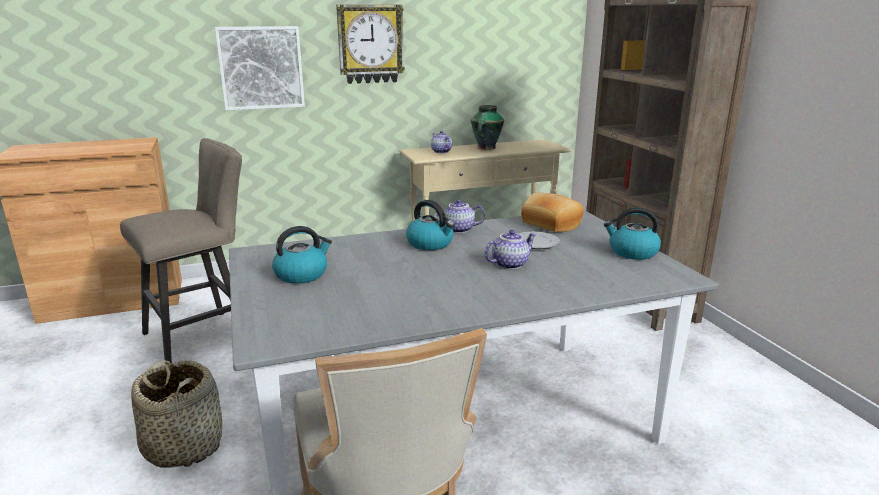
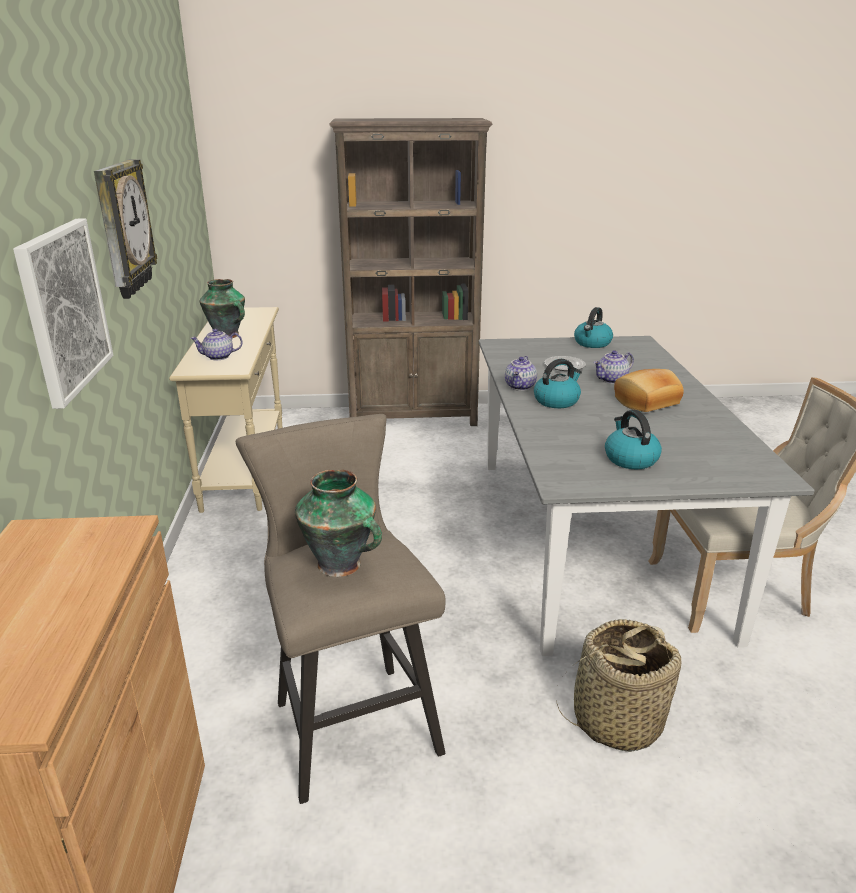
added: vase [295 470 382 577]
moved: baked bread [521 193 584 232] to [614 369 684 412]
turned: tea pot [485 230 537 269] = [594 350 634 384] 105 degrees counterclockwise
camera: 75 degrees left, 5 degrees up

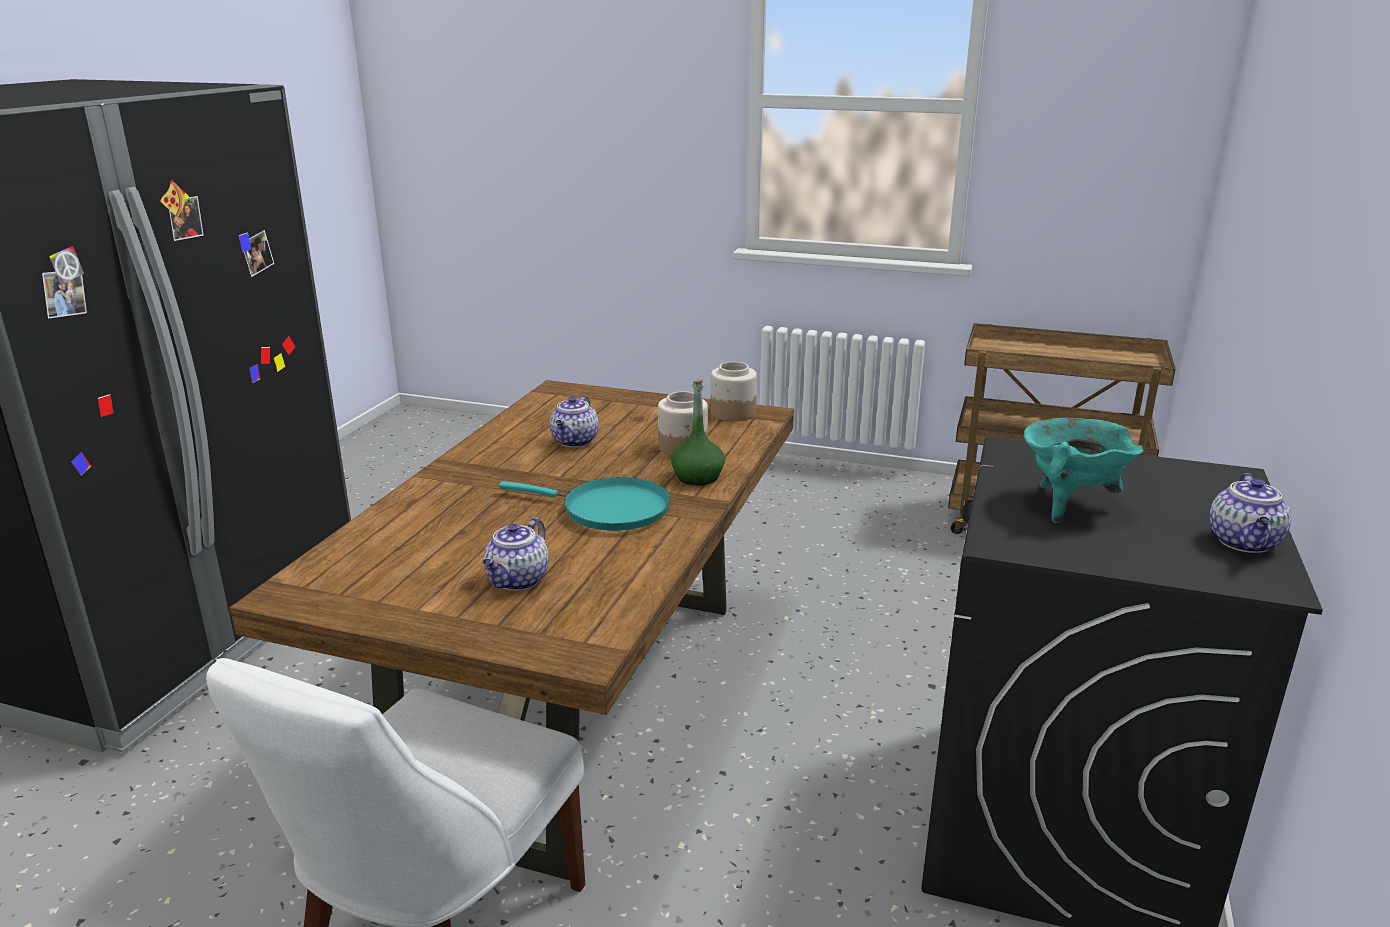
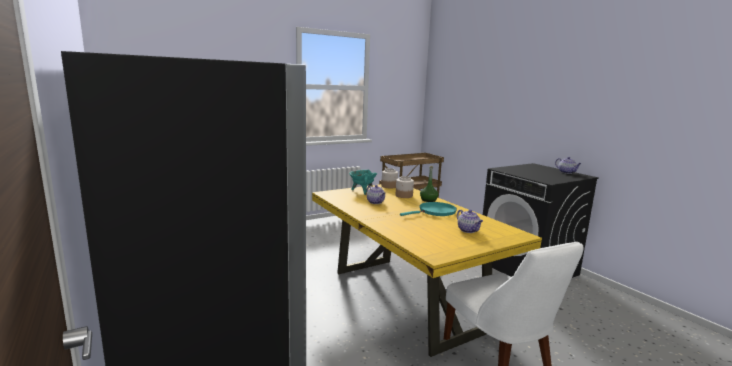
moved: blue-green saucepot [1024 418 1143 523] to [349 170 377 195]
recoloured: brown-coloured kitchen table [229 380 794 880] to yellow-coloured kitchen table [312 184 542 357]
camera: 50 degrees left, 10 degrees down

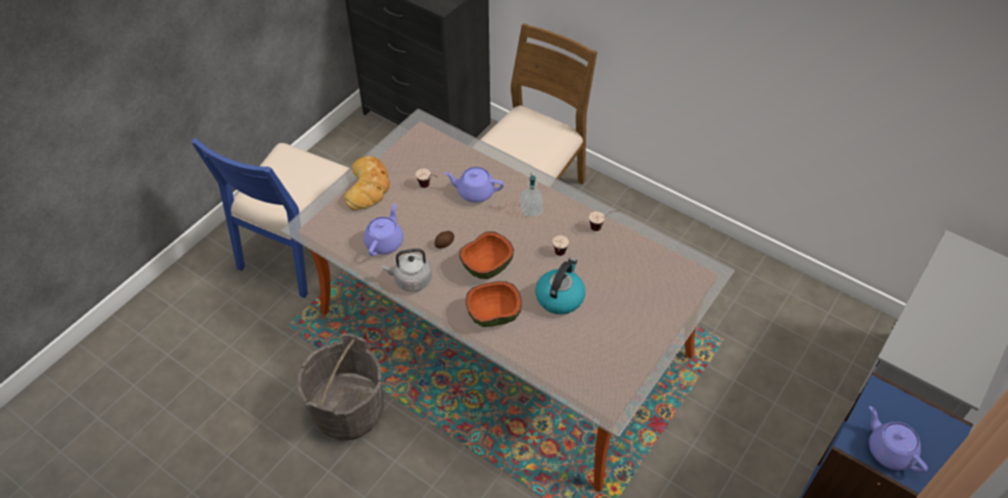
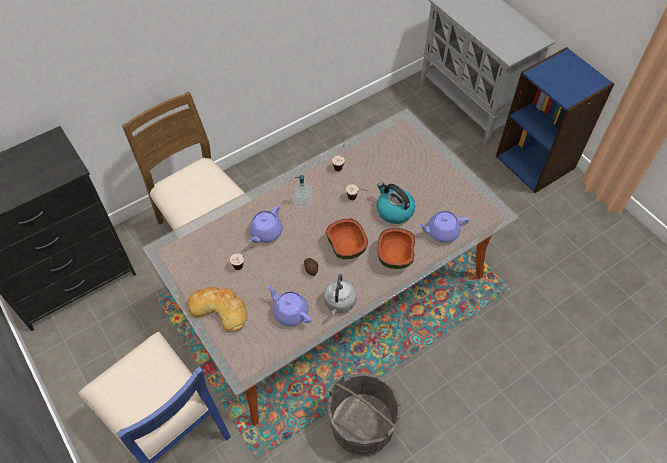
moved: purple tea pot [869 406 928 473] to [418 211 469 243]
camera: 70 degrees left, 5 degrees up

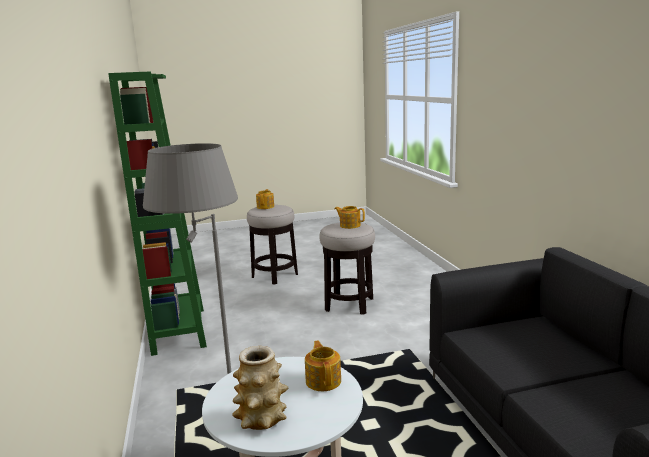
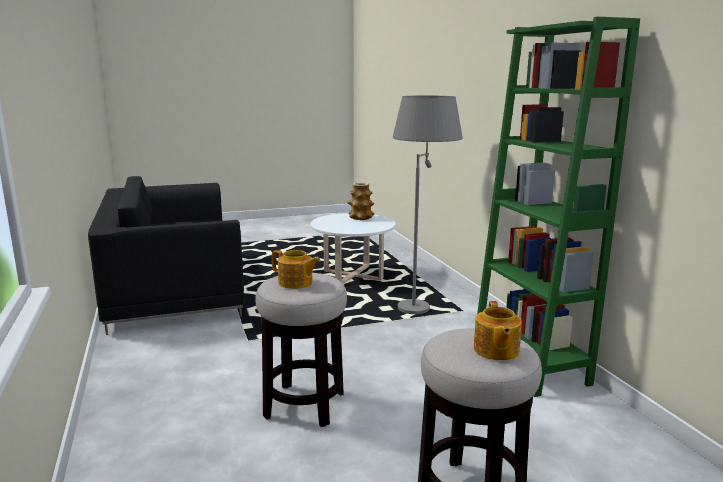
removed: tea pot [305 340 341 391]
camera: 175 degrees right, 0 degrees up

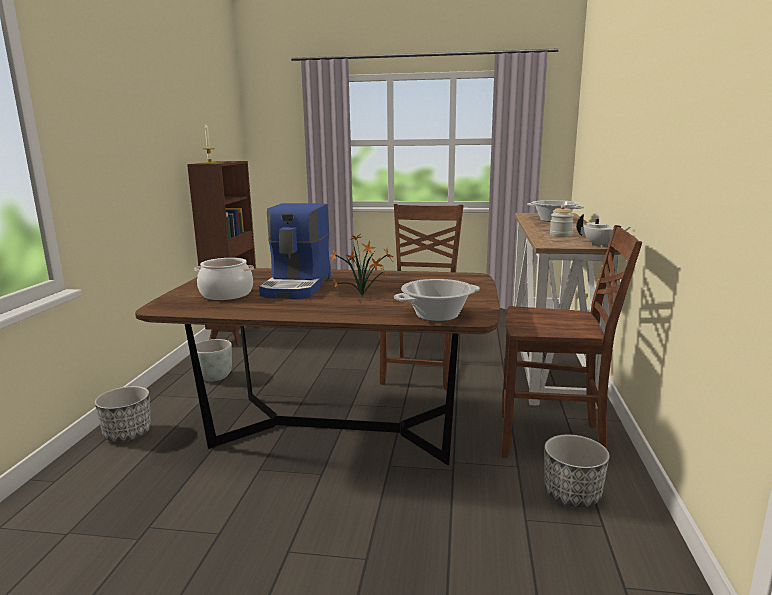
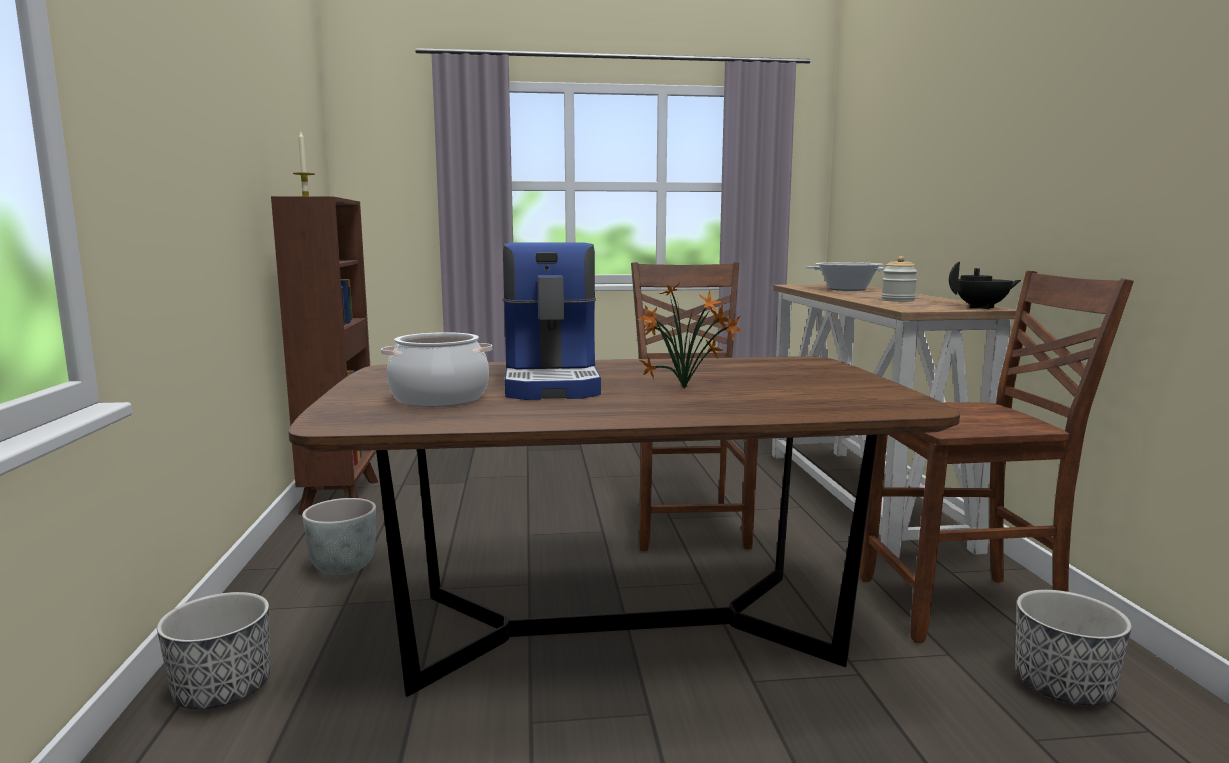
removed: saucepot [394 279 480 321]
recoloured: white tea pot [576 214 631 247] to black tea pot [949 261 1021 309]
camera: 15 degrees left, 5 degrees down

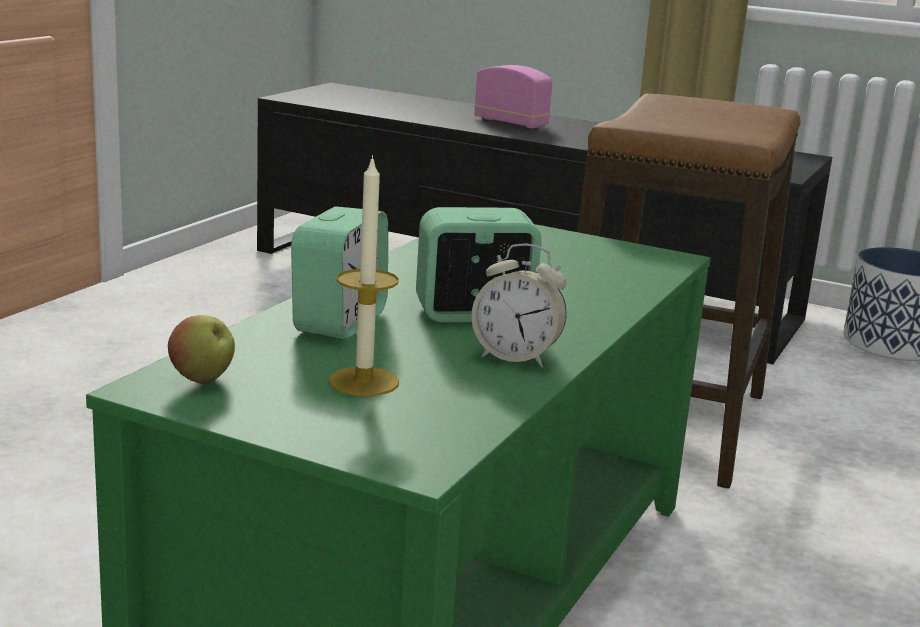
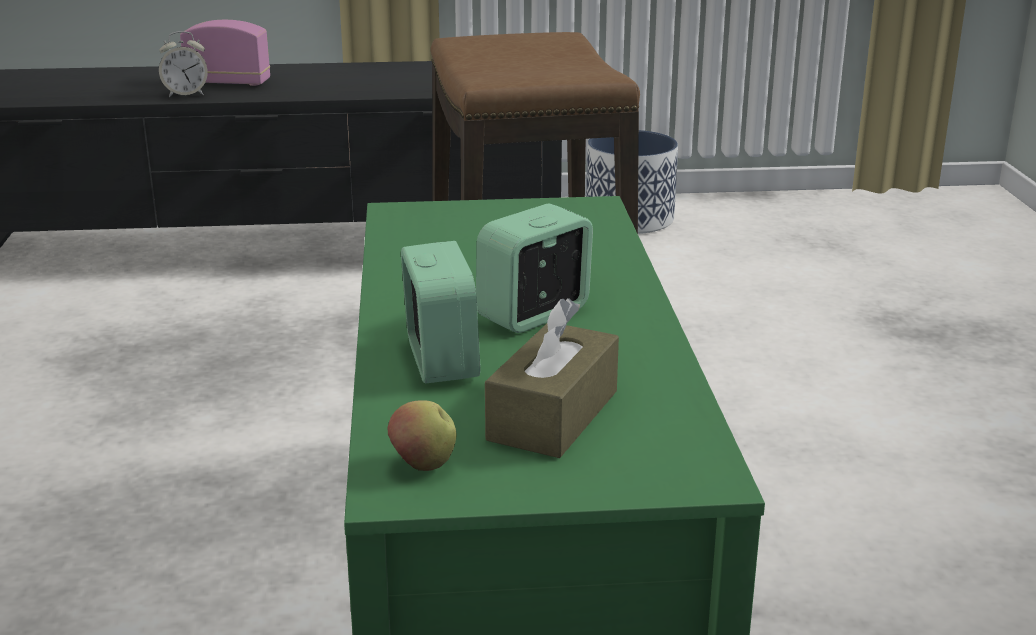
moved: bedside clock [472 243 567 367] to [159 31 208 97]
replaced: candle [328 155 399 396] to brown-coloured tissue box [485 298 619 458]
camera: 30 degrees left, 5 degrees up

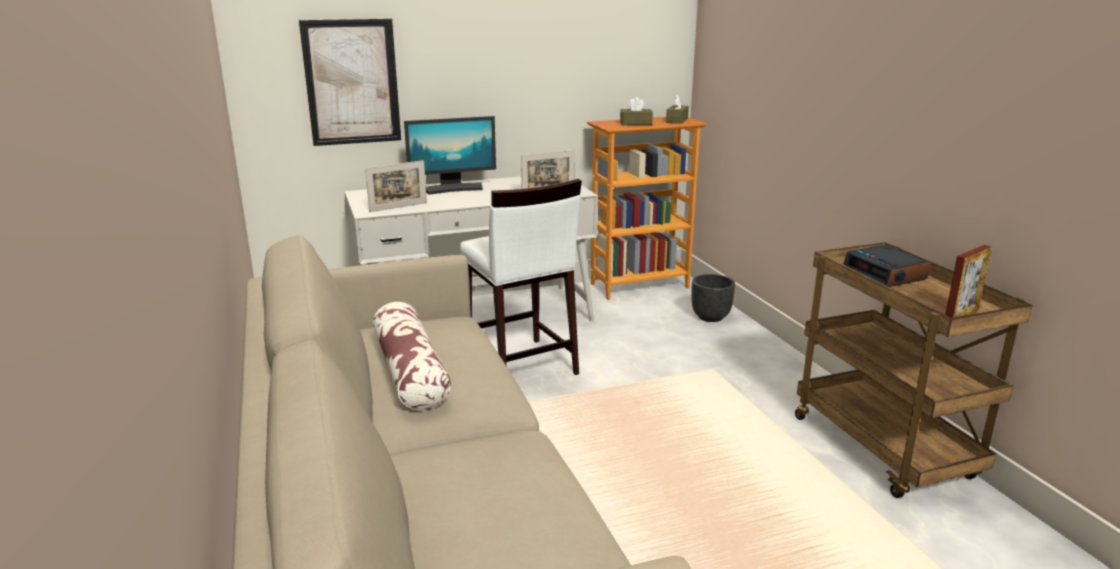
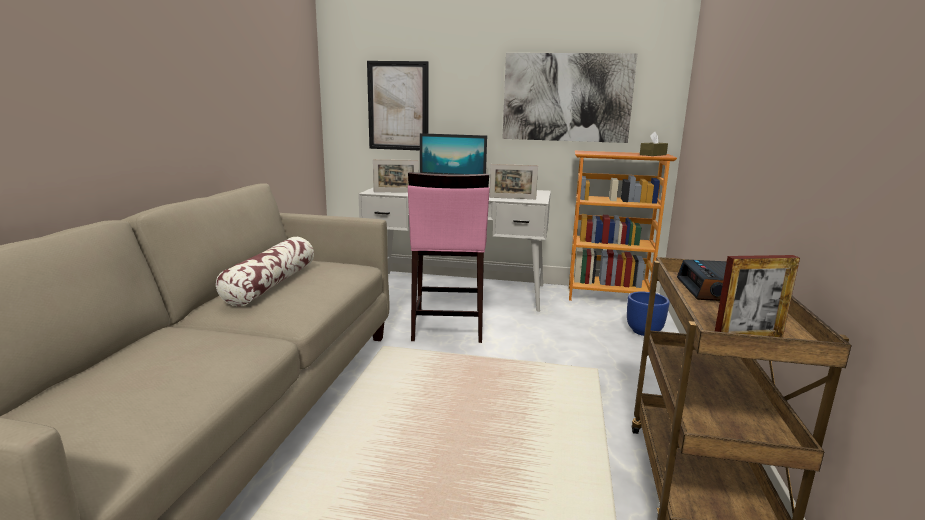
removed: brown-coloured tissue box [620 97 653 125]
added: wall art [502 53 637 143]
recoloured: white sitting stool [460 179 582 375] to pink-coloured sitting stool [408 172 490 343]; black planter [692 274 735 322] to blue-coloured planter [627 292 670 336]
camera: 30 degrees right, 5 degrees down

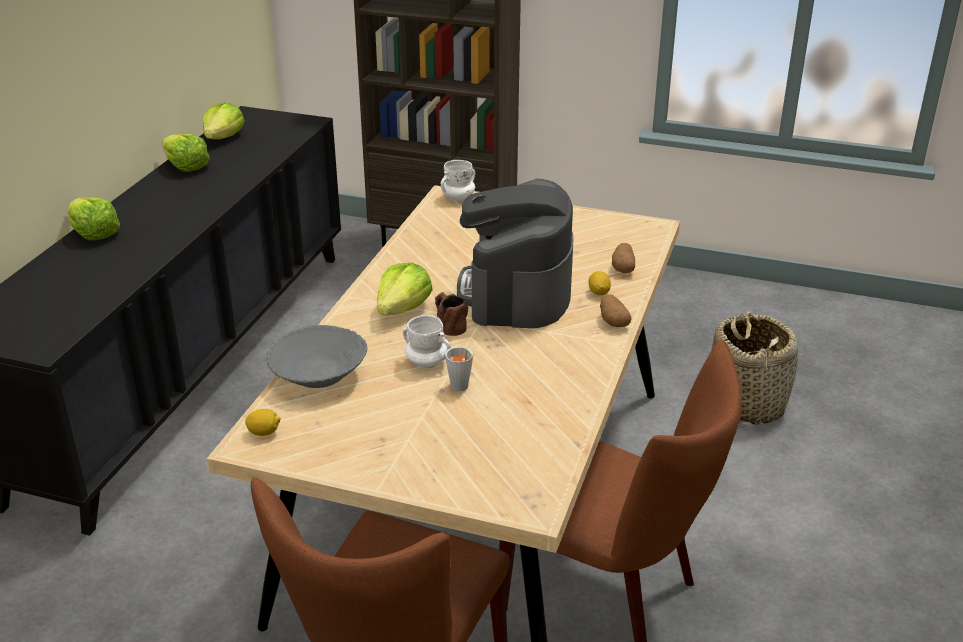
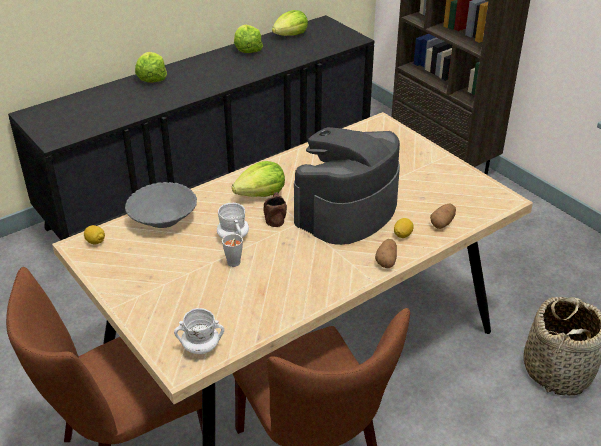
moved: white tea mug [441 160 475 201] to [174 308 224 354]
camera: 35 degrees right, 5 degrees up

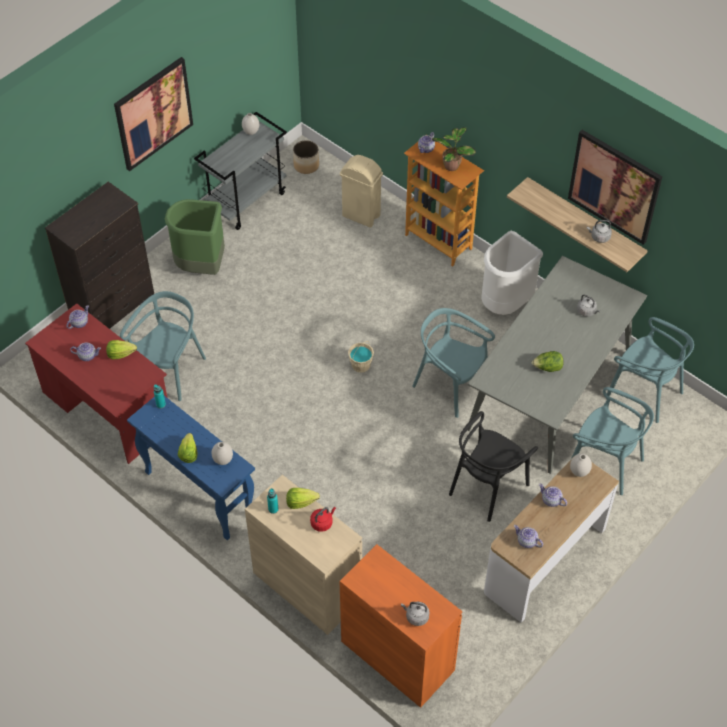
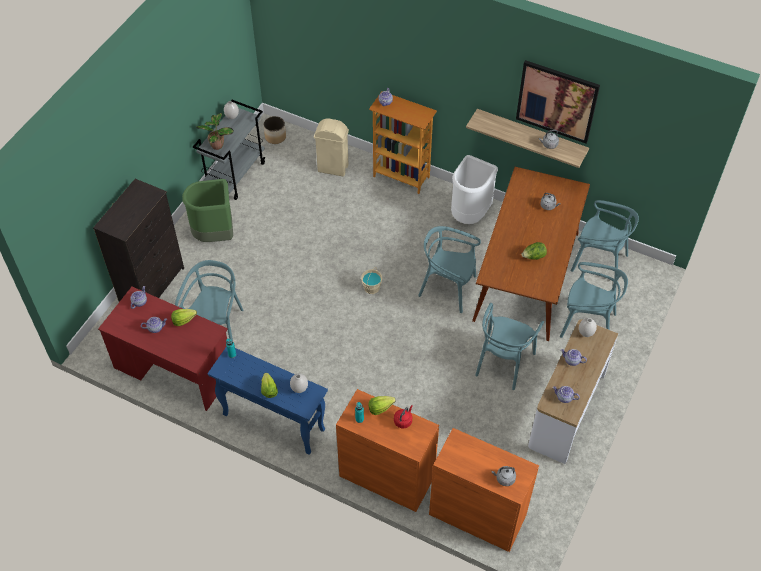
removed: wall art [114 57 193 171]
moved: potted plant [432 127 476 171] to [197 113 234 150]
recoloured: beige-coloured cupboard [245 475 362 635] to orange cupboard [336 389 439 512]; black chair [449 411 538 522] to blue-green chair [475 303 544 390]; grey kitchen table [467 256 647 474] to brown-coloured kitchen table [472 167 590 341]
camera: 15 degrees left, 0 degrees up

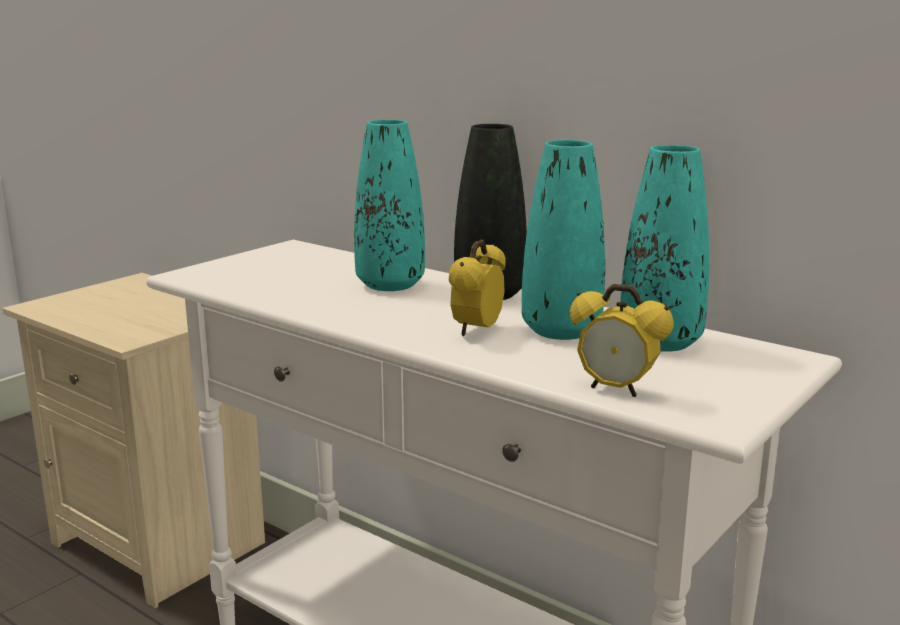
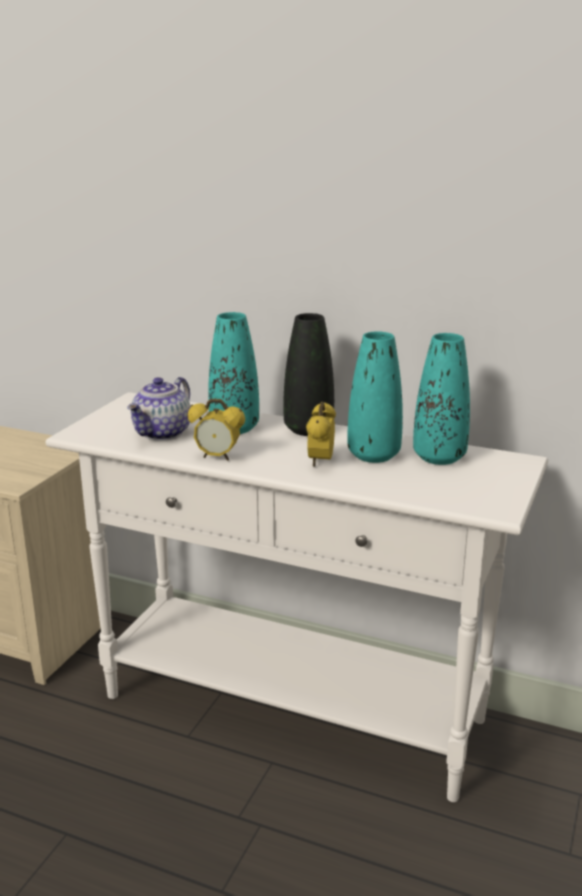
added: tea pot [127 377 191 441]
moved: bedside clock [570 284 674 397] to [188 399 245 461]
camera: 15 degrees left, 5 degrees up

